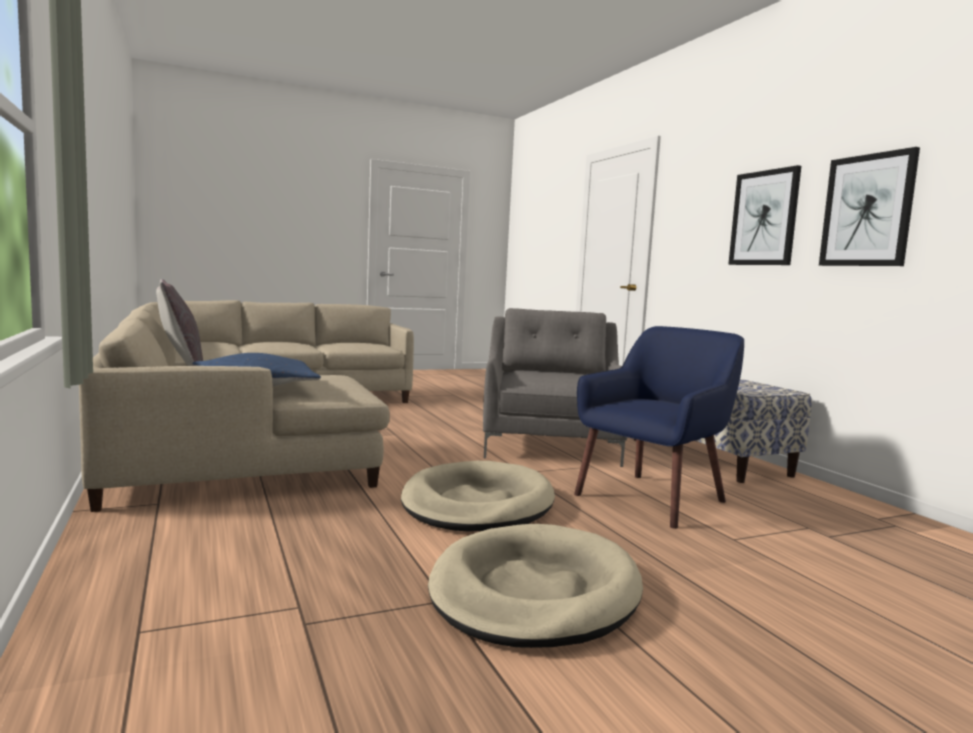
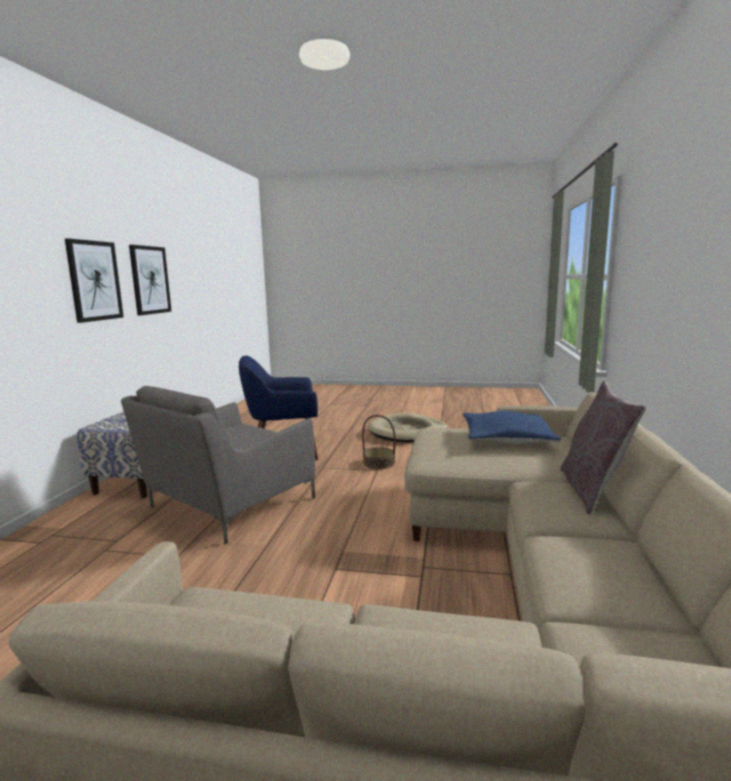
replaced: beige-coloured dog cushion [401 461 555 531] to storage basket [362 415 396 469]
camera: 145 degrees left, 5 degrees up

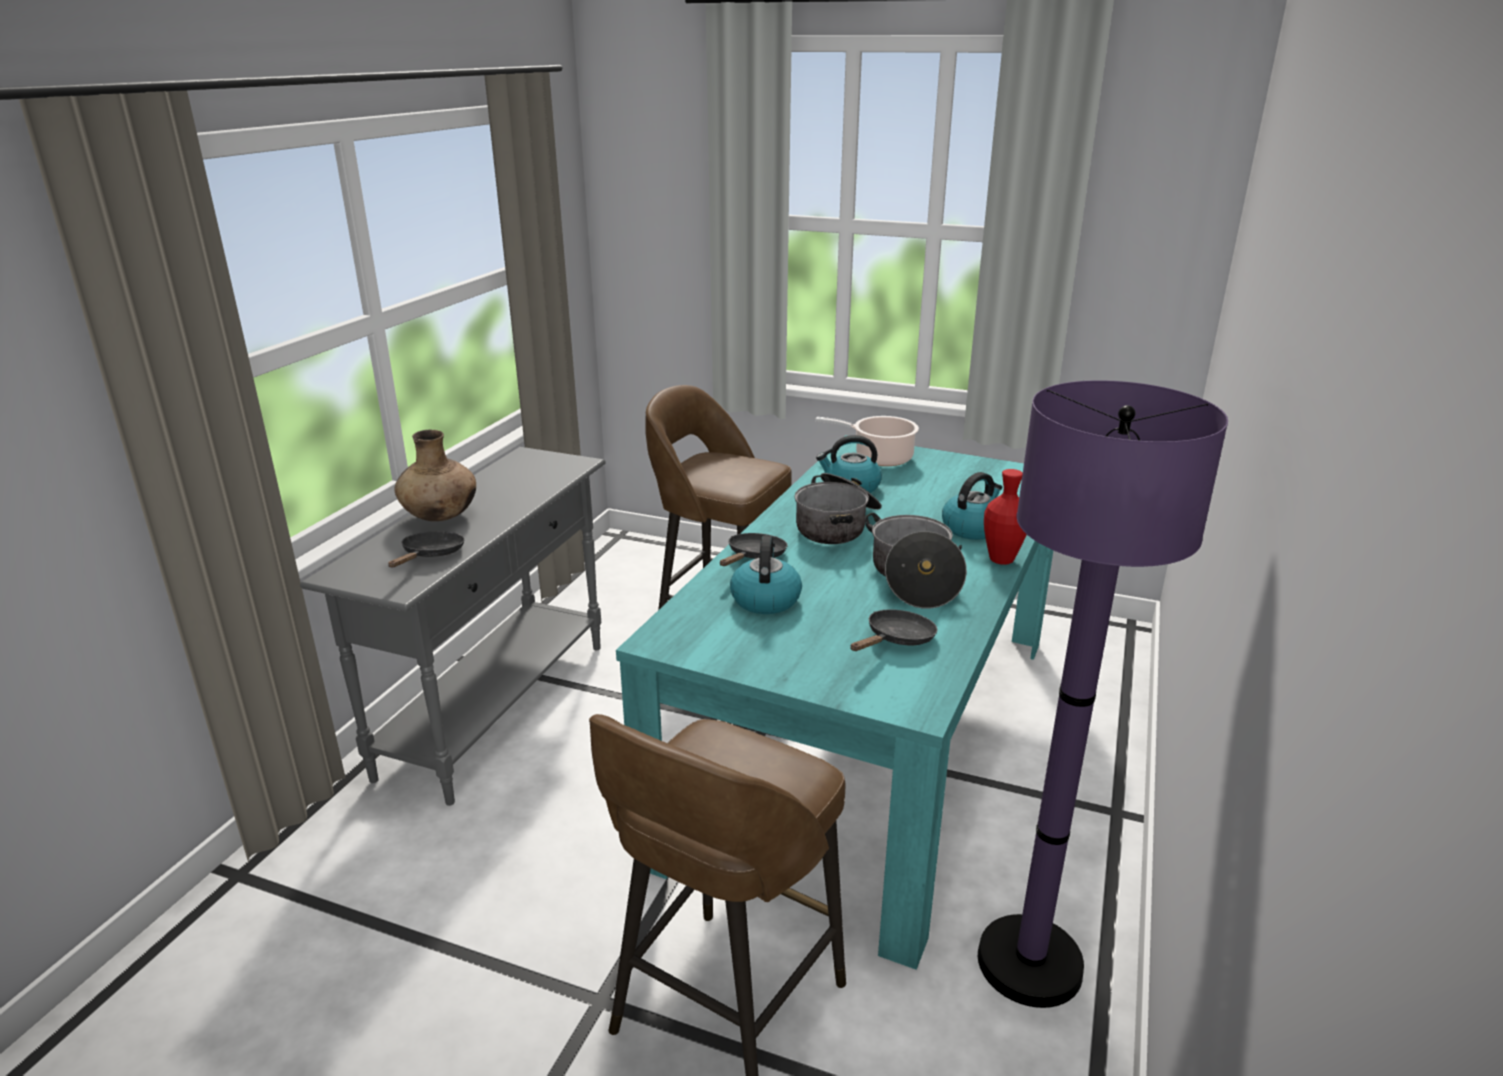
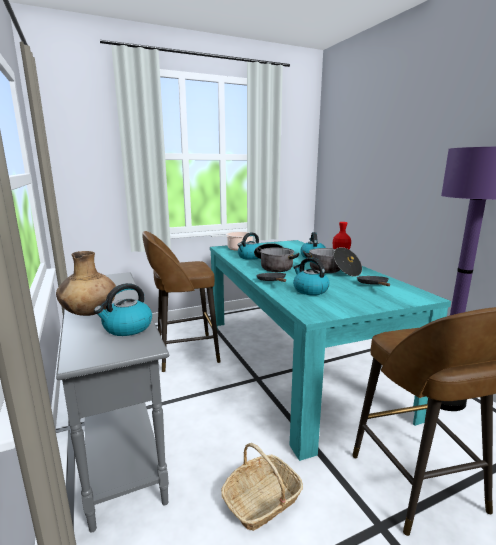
added: storage basket [221 443 303 531]
replaced: black skillet [388 531 465 567] to tea kettle [94 283 152 336]
camera: 45 degrees left, 10 degrees down

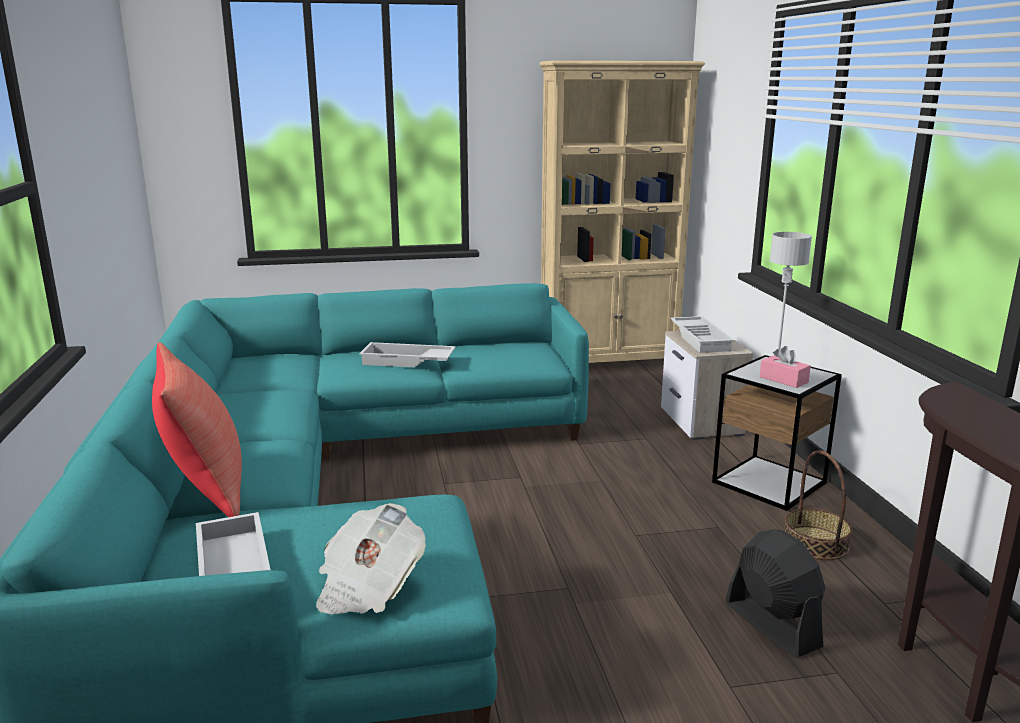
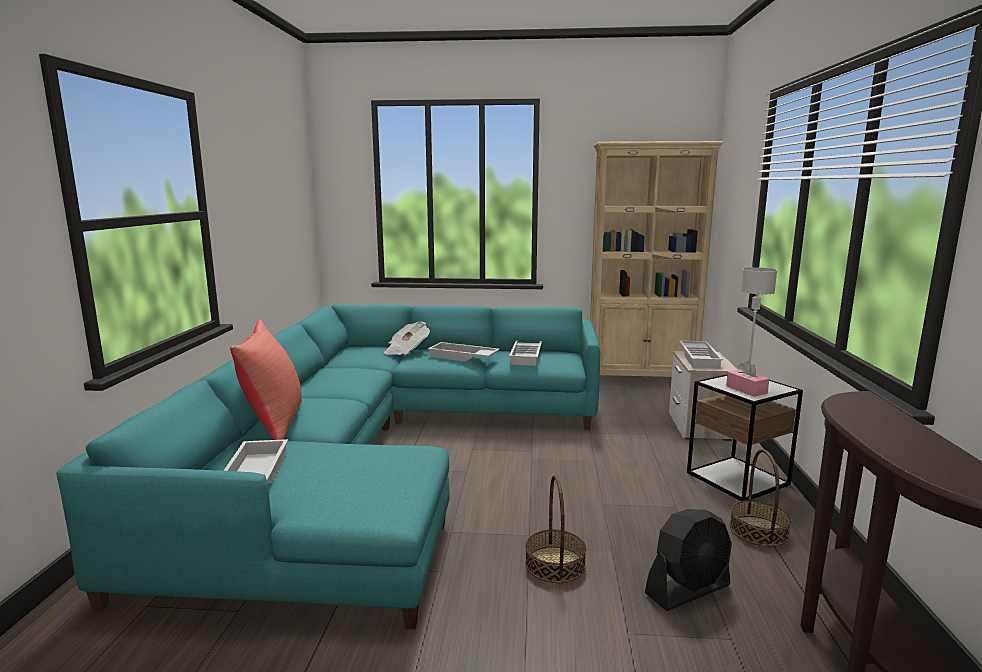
added: white tray [509 341 542 366]; storage basket [525 475 586 583]
moved: newspaper [316 503 426 614] to [384 322 430 355]
turned: black fan [726 529 826 658] = [645 509 732 611] 75 degrees clockwise
camera: 15 degrees right, 5 degrees down

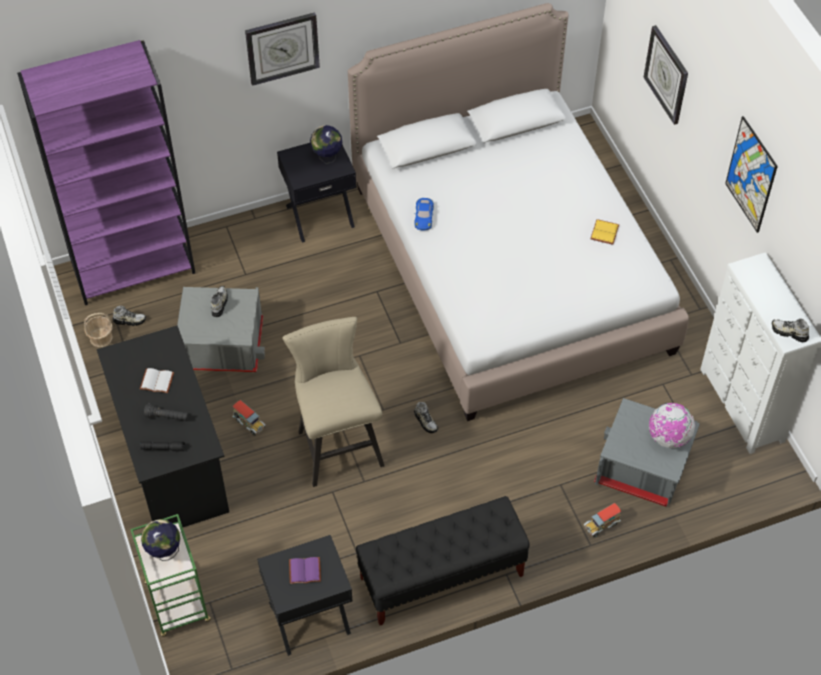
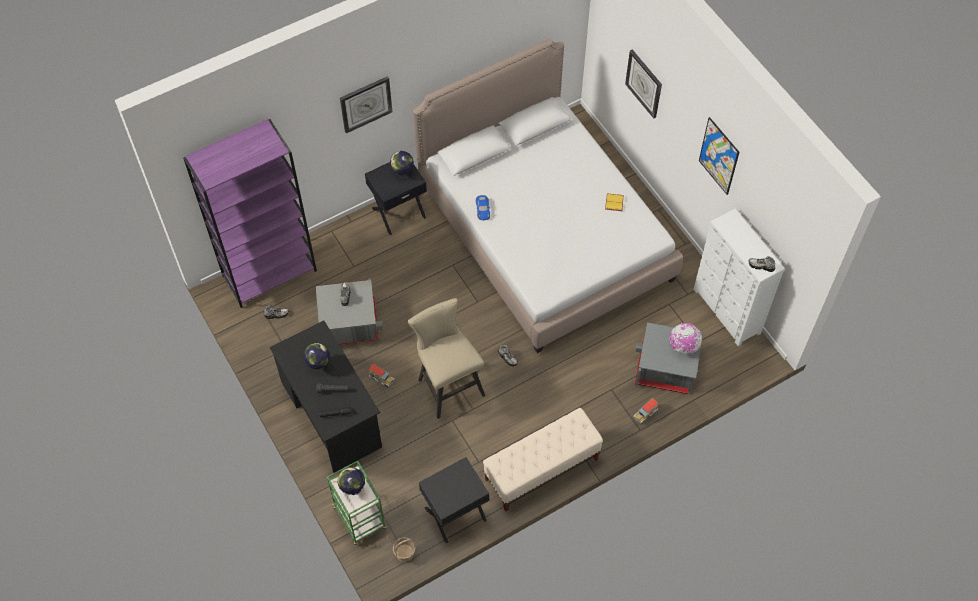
removed: purple bound book [289 557 321 584]
moved: storage basket [84 313 112 347] to [393 537 416 562]
replaced: white bound book [140 368 174 393] to world globe [304 343 330 372]
recoloured: black indoor bench [356 496 530 625] to beige-coloured indoor bench [483 408 603 512]
camera: 10 degrees left, 5 degrees up

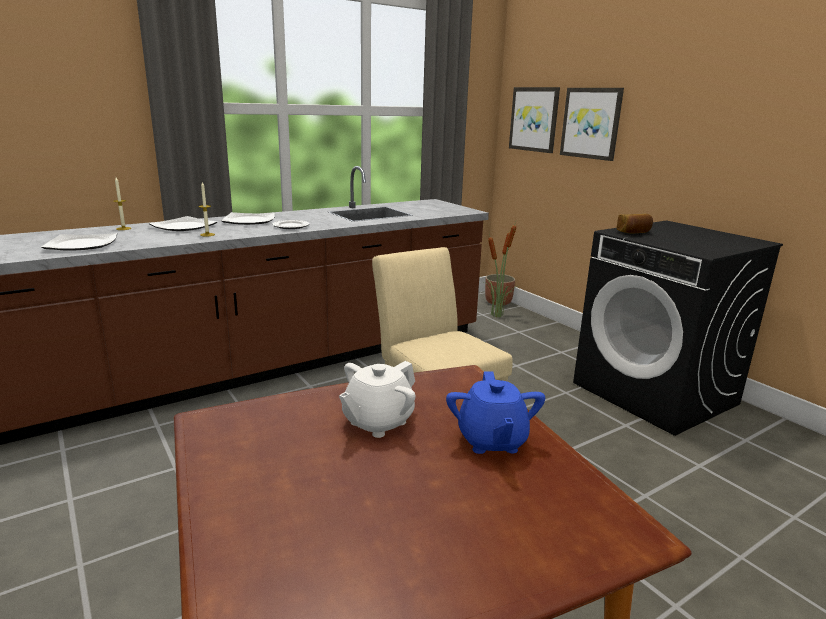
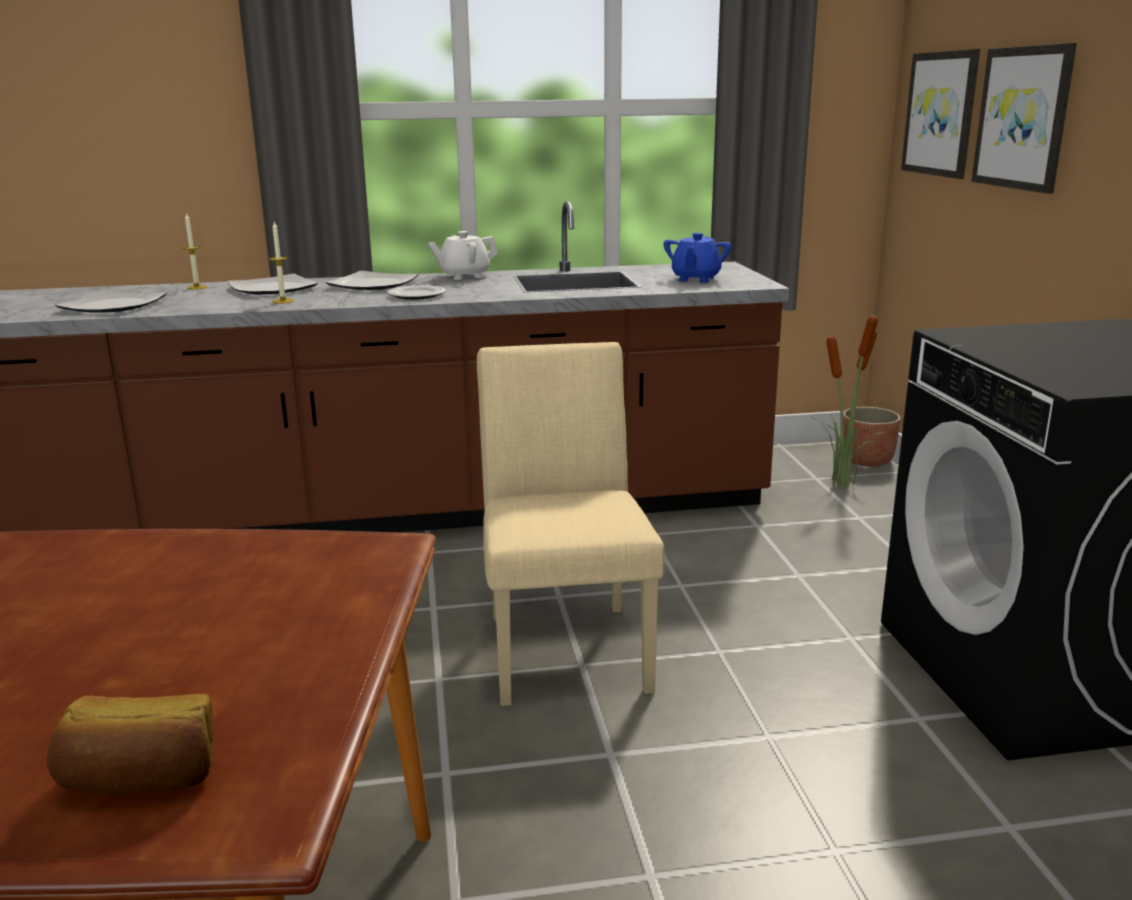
moved: white tea pot [339 361 415 438] to [428 231 498 280]; blue-coloured tea pot [446 371 545 454] to [664 233 732 283]; baked bread [617 214 653 233] to [47 694 214 794]
camera: 25 degrees right, 0 degrees up

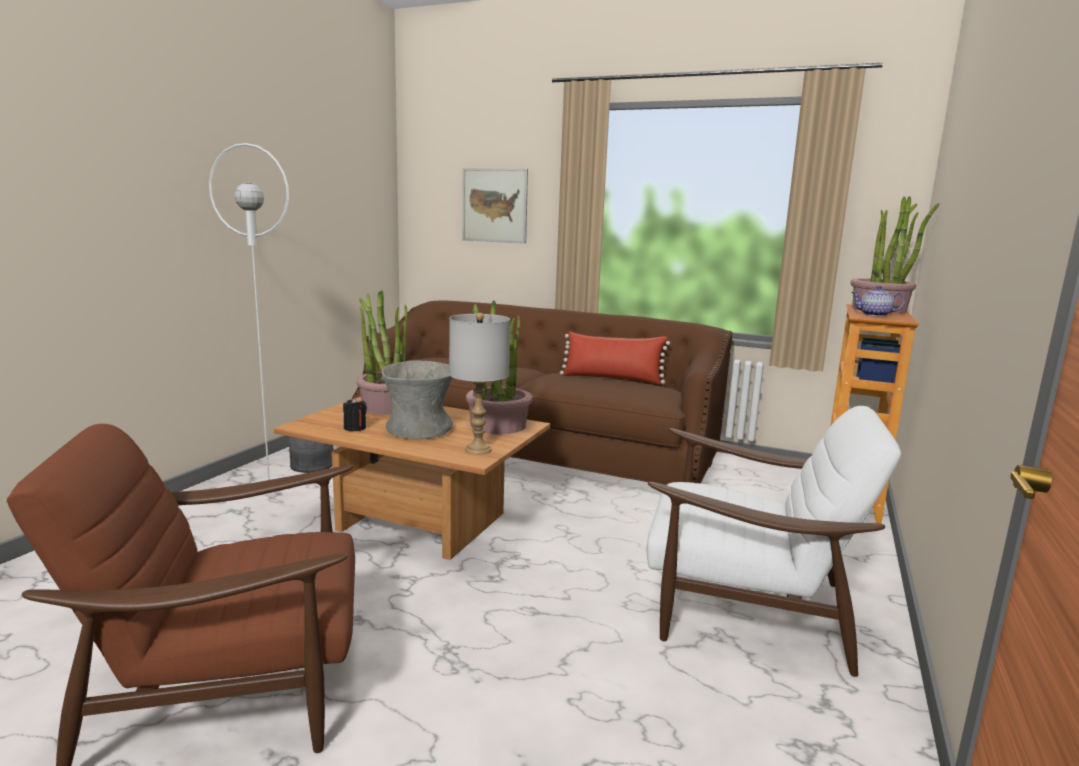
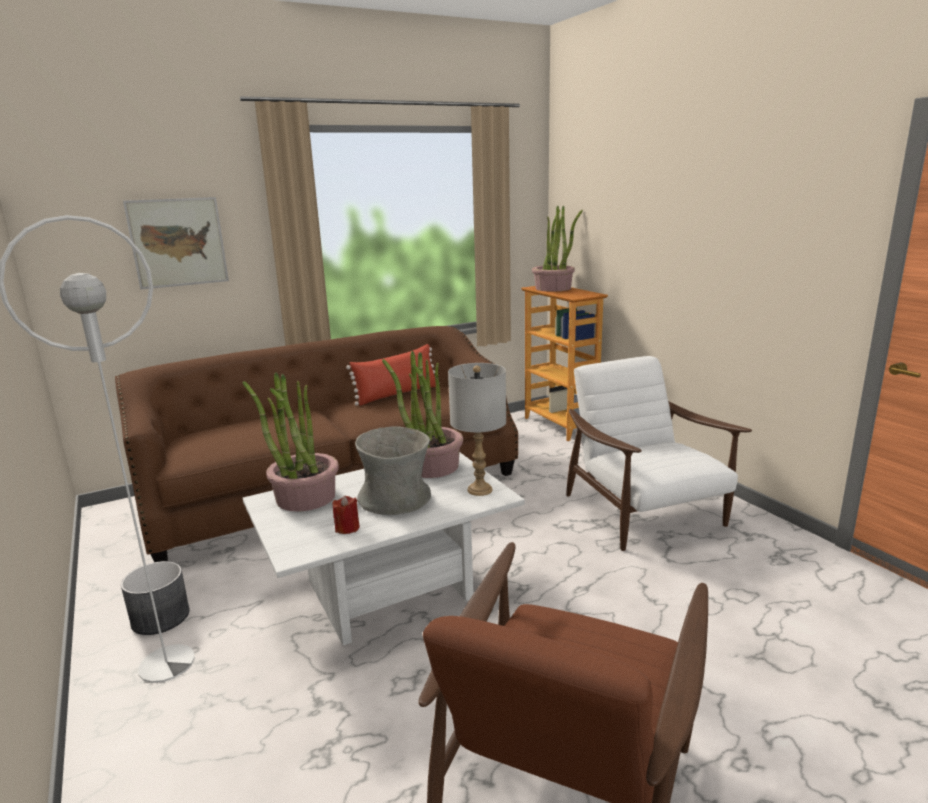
removed: tea pot [852 286 905 317]
recoloured: brown-coloured coffee table [273 397 550 560] to white coffee table [243 452 525 645]; black candle [343 398 367 431] to red candle [333 496 360 534]
turned: white lounge chair [647 406 901 677] = [566 356 752 551] 75 degrees counterclockwise
camera: 50 degrees left, 5 degrees up

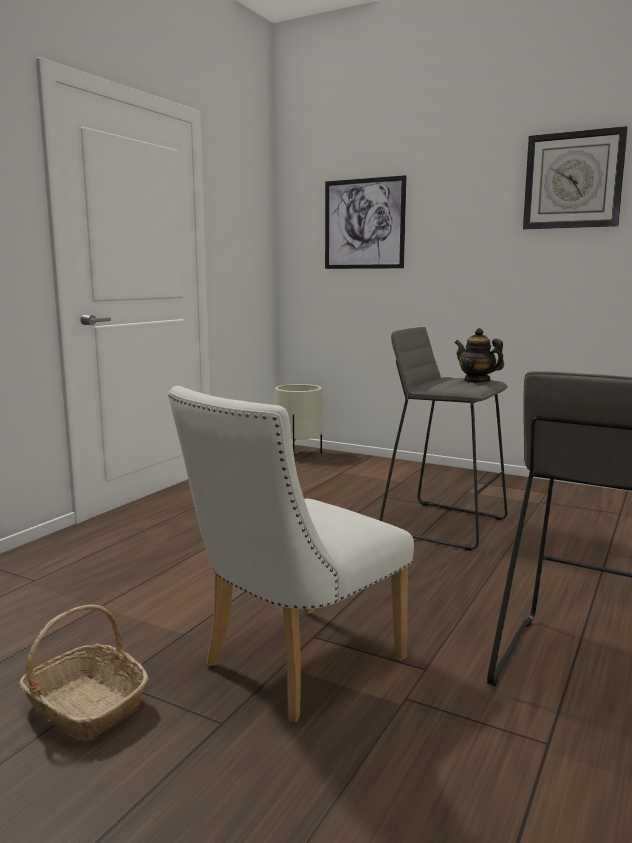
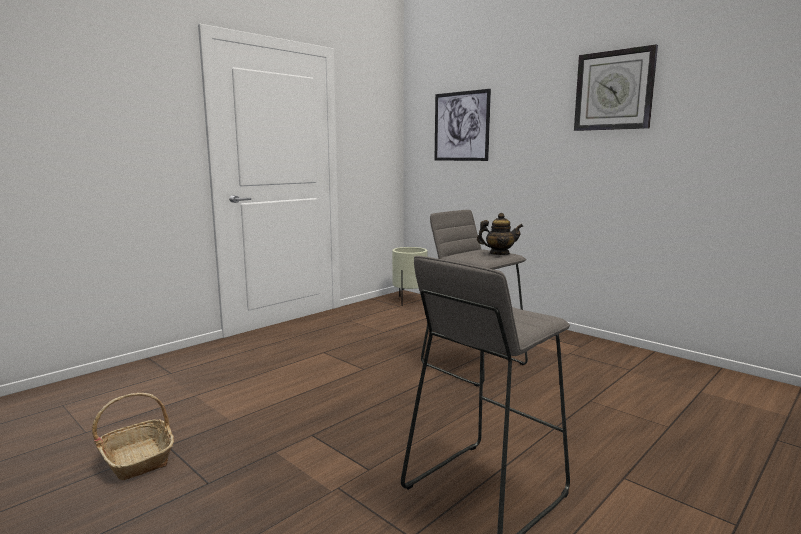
removed: white chair [168 386 414 722]
turned: tea pot [455 328 504 383] = [477 213 523 255] 120 degrees clockwise
camera: 15 degrees right, 0 degrees up

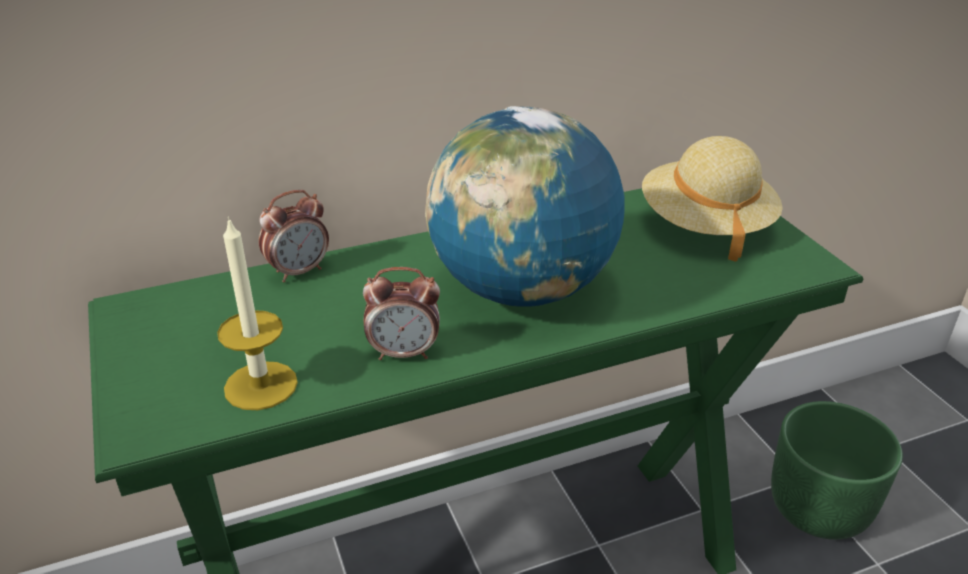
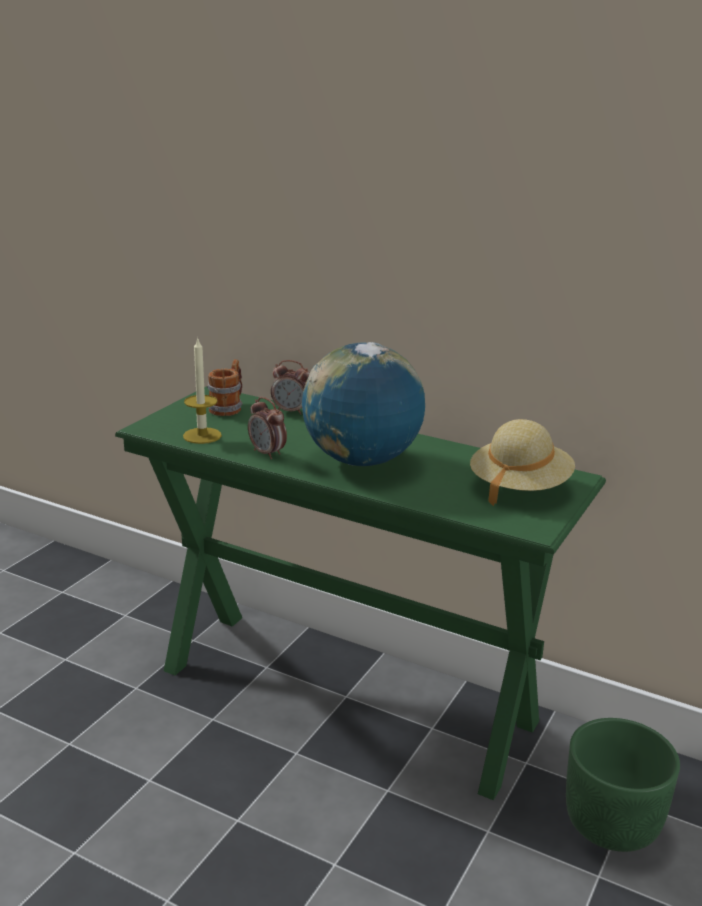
added: tea mug [207 359 243 416]
camera: 50 degrees right, 10 degrees down

